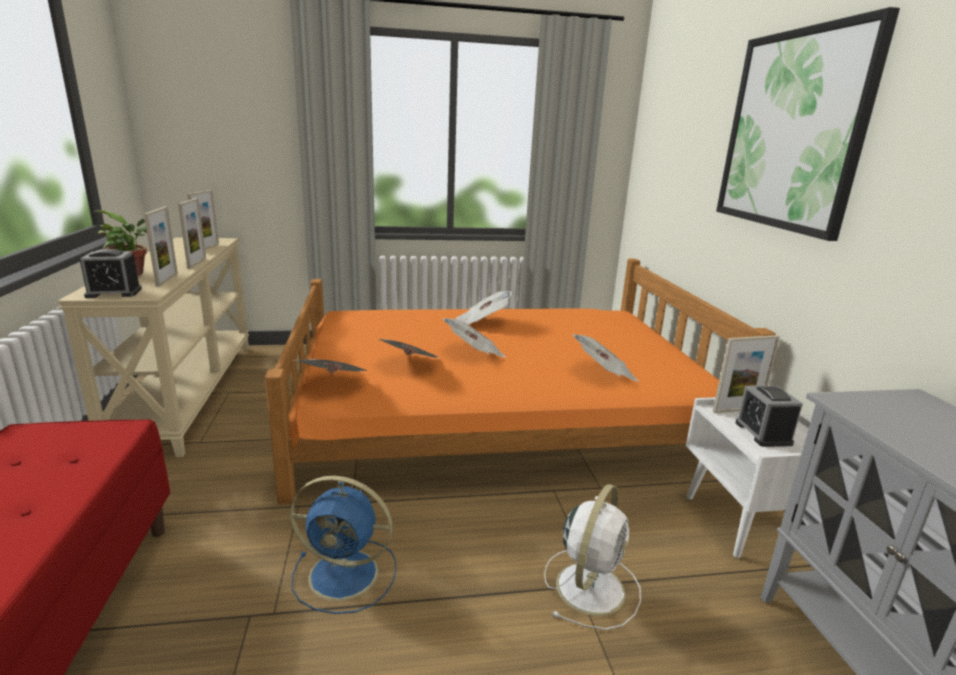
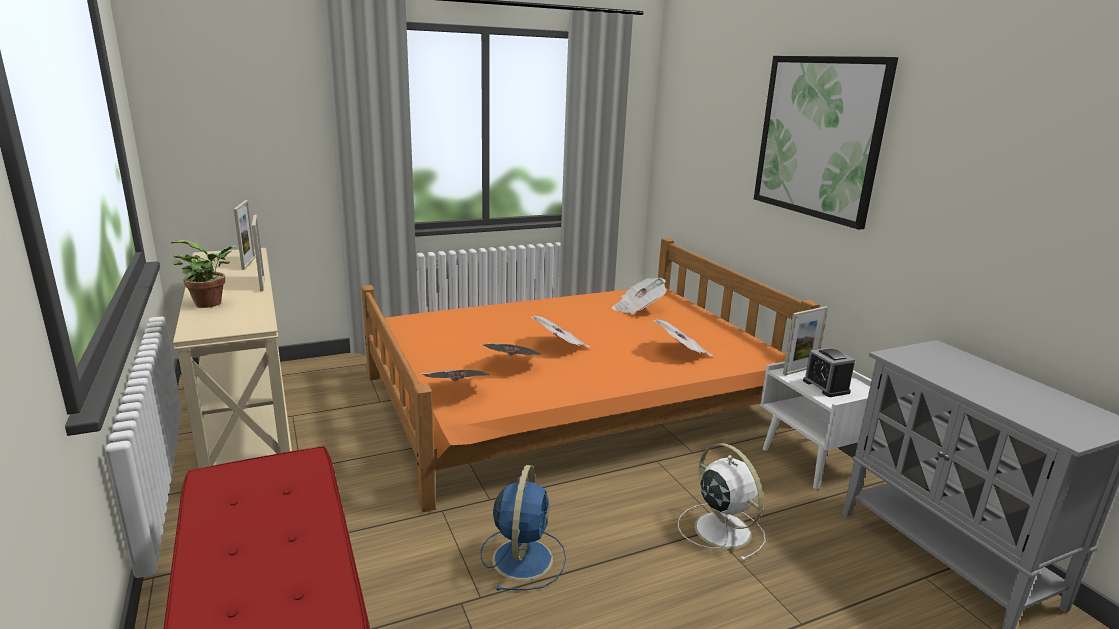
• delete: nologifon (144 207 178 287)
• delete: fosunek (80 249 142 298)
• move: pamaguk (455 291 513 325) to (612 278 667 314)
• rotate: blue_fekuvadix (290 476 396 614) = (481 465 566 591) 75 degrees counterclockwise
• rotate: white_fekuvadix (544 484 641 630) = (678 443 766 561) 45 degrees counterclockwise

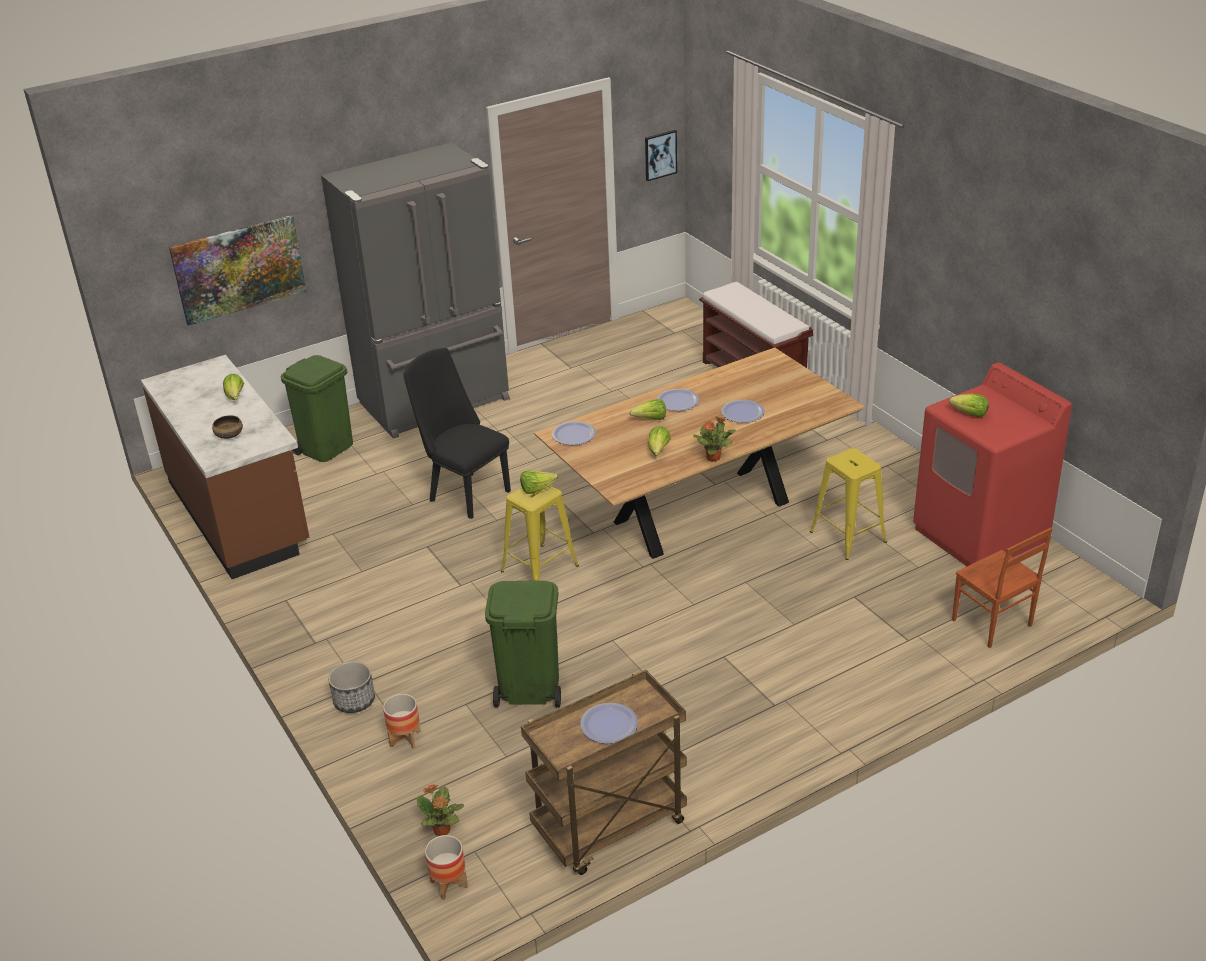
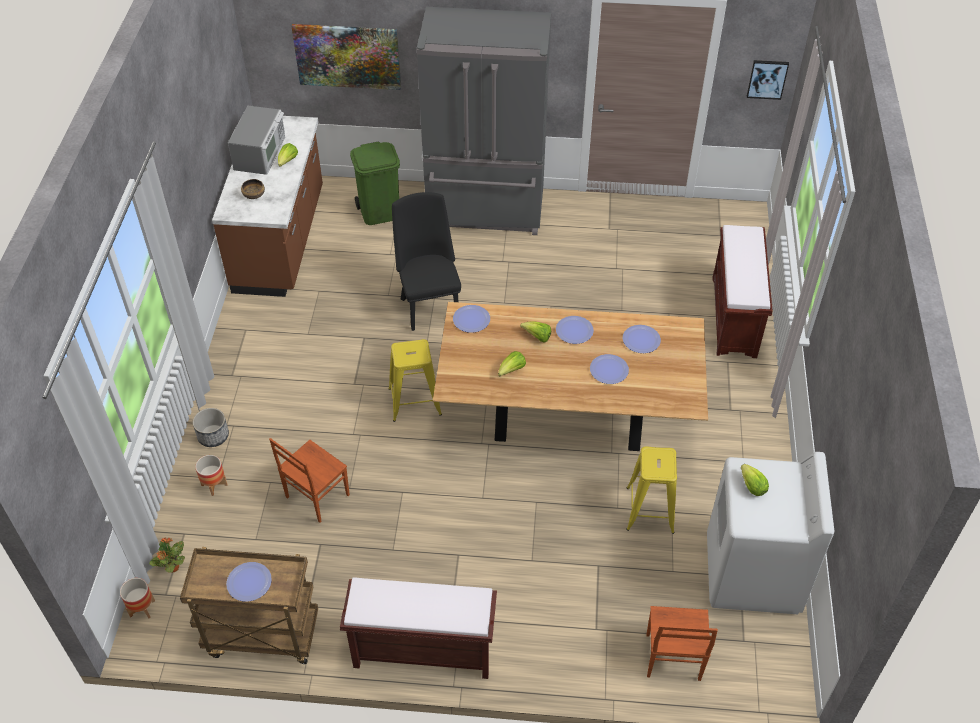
• recolor: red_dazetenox (913 363 1072 566) to white_dazetenox (707 452 834 614)
• delete: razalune (693 417 736 462)
• delete: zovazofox (520 470 558 494)
• replace: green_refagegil (485 581 561 707) to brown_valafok (269 438 350 523)
• insert: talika (228 106 285 175)
• insert: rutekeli (623 325 661 353)
• insert: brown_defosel (340 577 497 679)

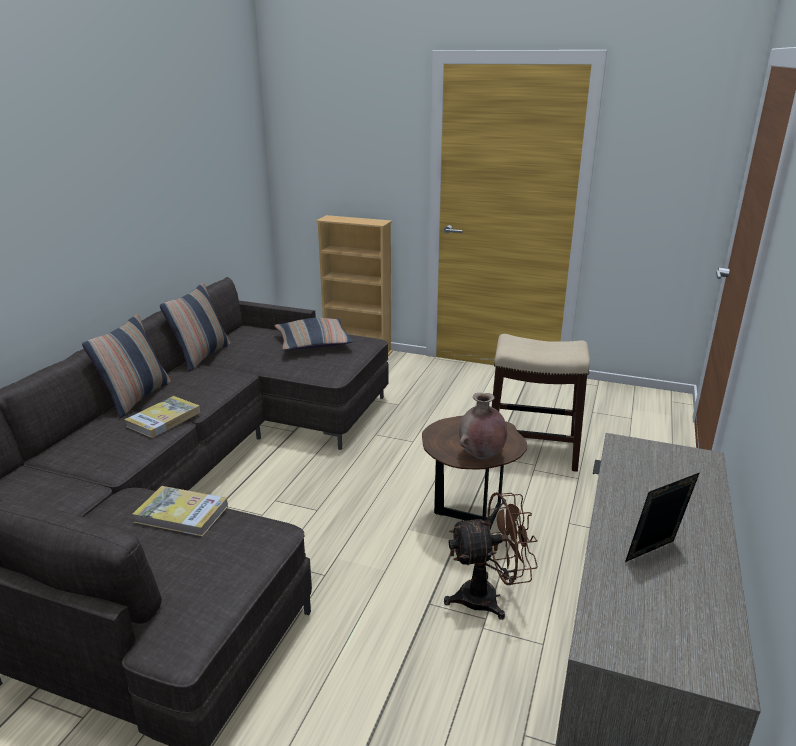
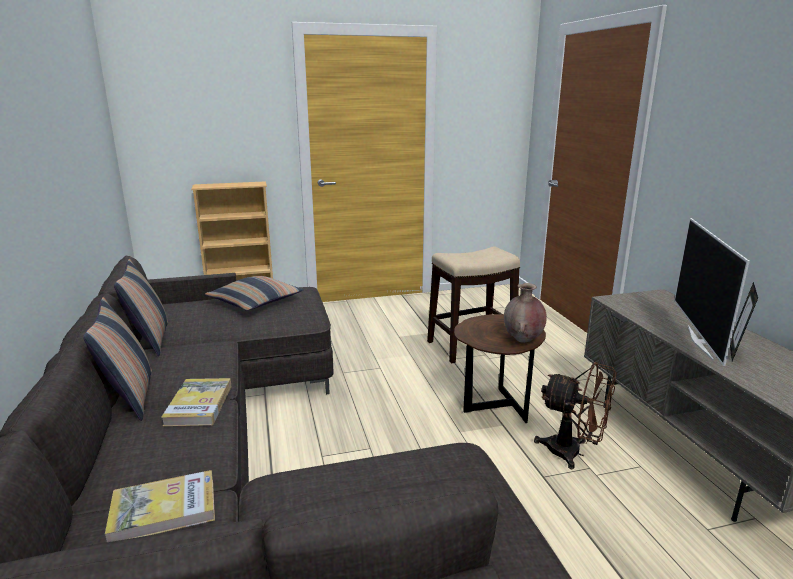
• move: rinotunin (132 486 228 537) to (105 470 215 542)
• rotate: brown_fekuvadix (444 492 538 620) = (534 362 616 469) 75 degrees clockwise
• insert: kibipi (674 218 750 366)

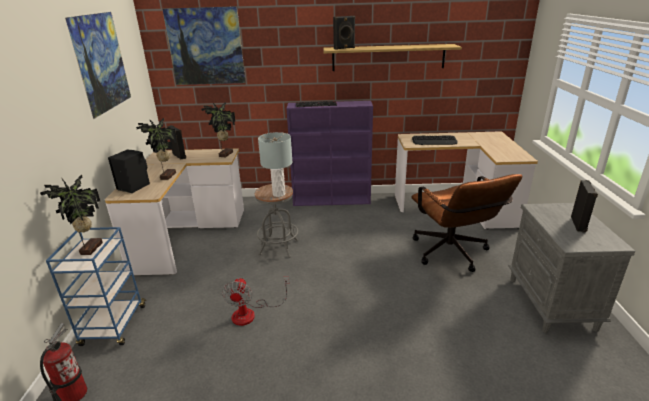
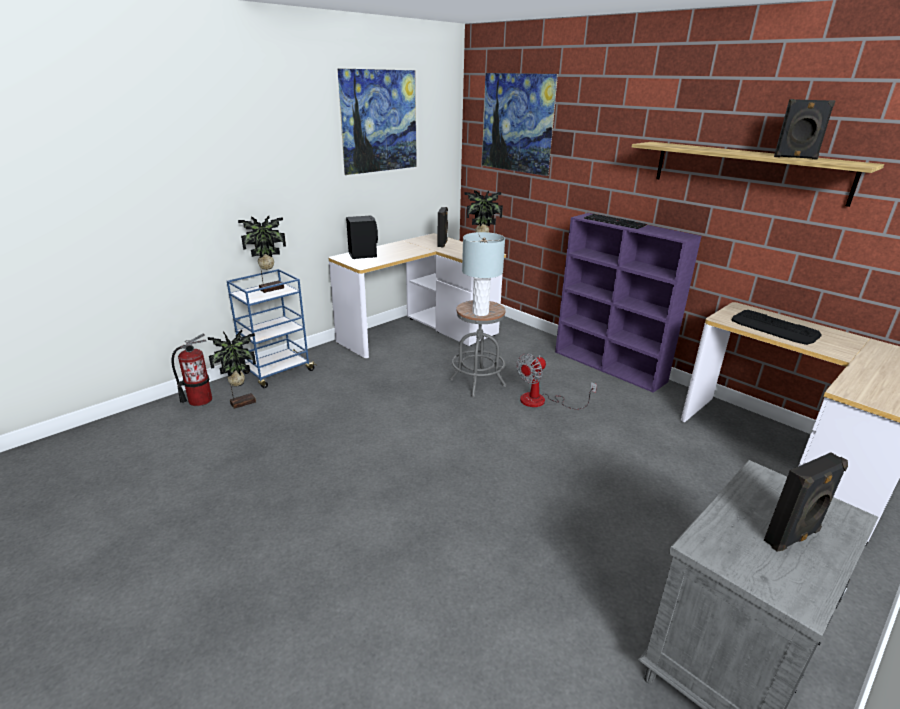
• move: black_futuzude (333 16 355 50) to (774 99 836 160)
• move: razalune (136 118 177 180) to (208 329 256 409)
• delete: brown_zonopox (411 174 522 272)
• move: fekuvadix (222 277 289 326) to (516 353 597 409)

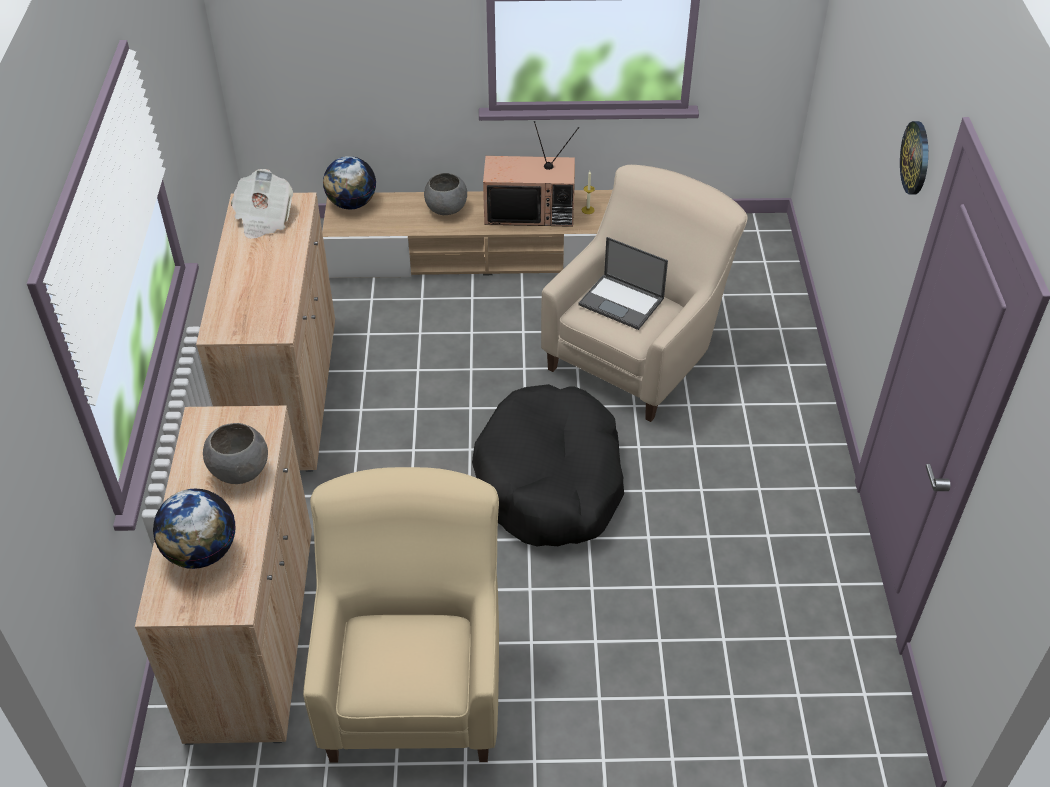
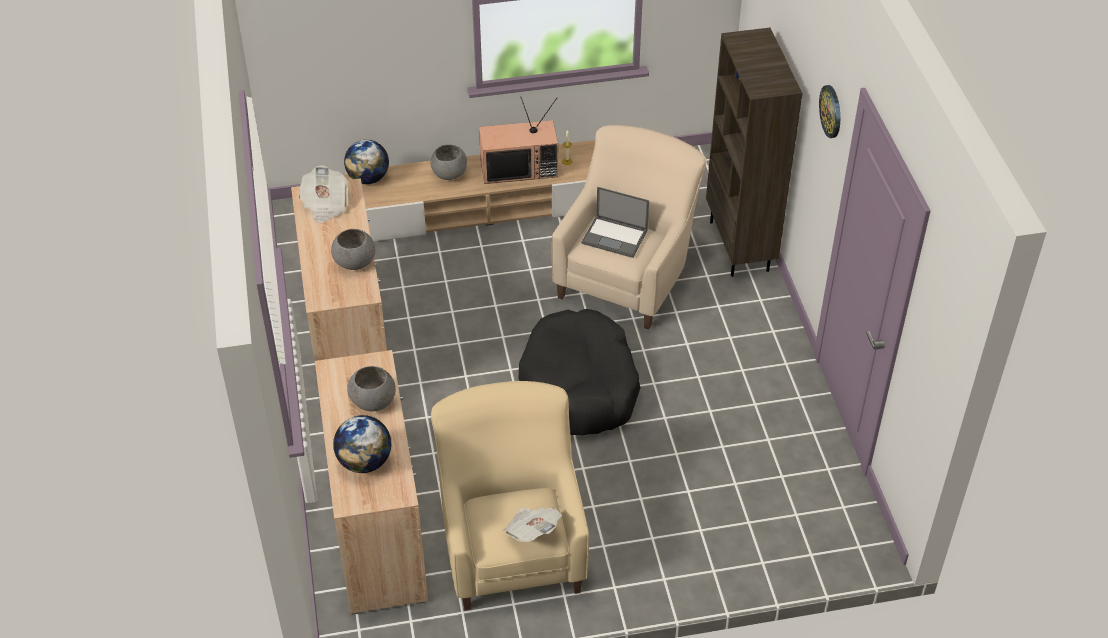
• insert: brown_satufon (706 28 803 277)
• insert: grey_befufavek (331 229 375 270)
• insert: pamaguk (503 507 562 542)

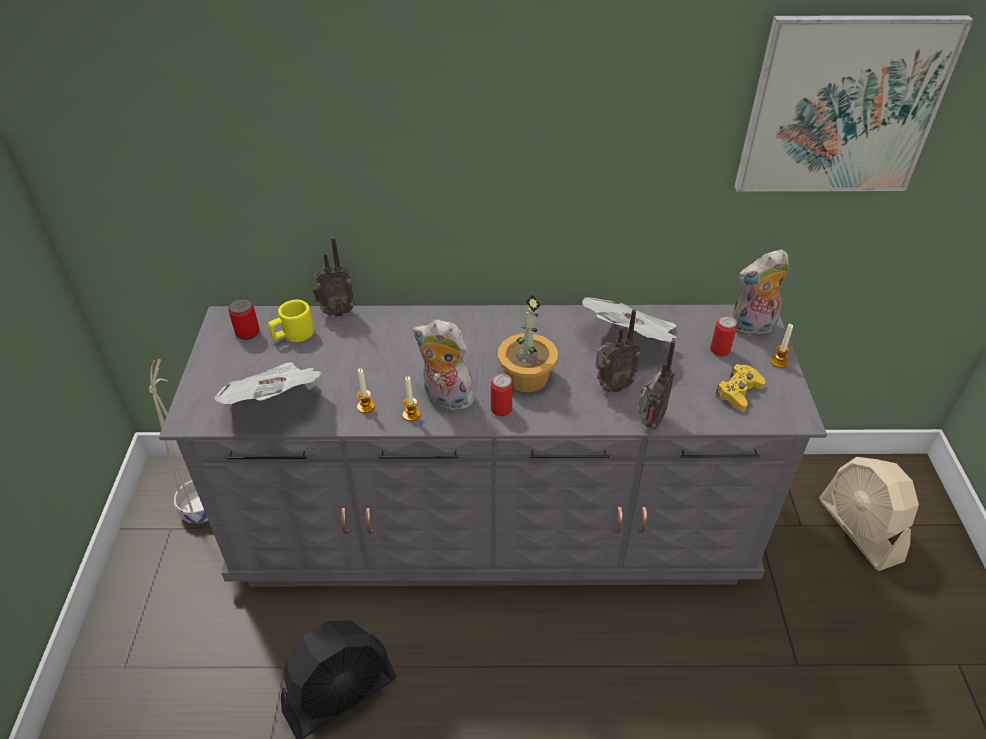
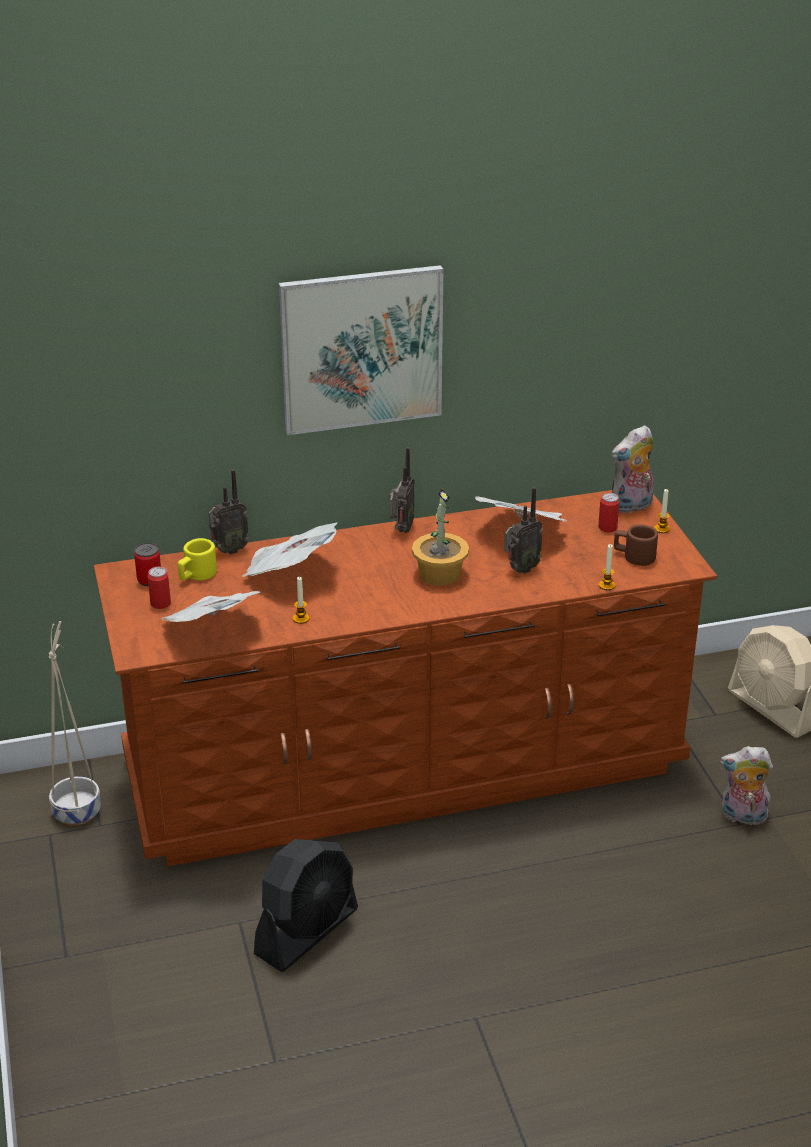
• move: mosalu (734 15 974 191) to (279 265 443 435)
• recolor: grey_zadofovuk (159 305 827 587) to brown_zadofovuk (94 490 717 867)
• move: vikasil (413 319 478 413) to (720 746 773 825)
• move: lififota (638 340 675 430) to (390 447 414 533)
• replace: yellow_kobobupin (716 364 765 412) to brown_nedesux (614 524 658 566)
• move: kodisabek (491 373 513 416) to (148 567 171 609)
• move: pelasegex (402 376 420 421) to (599 544 615 590)
• insert: pamaguk (242 523 337 577)

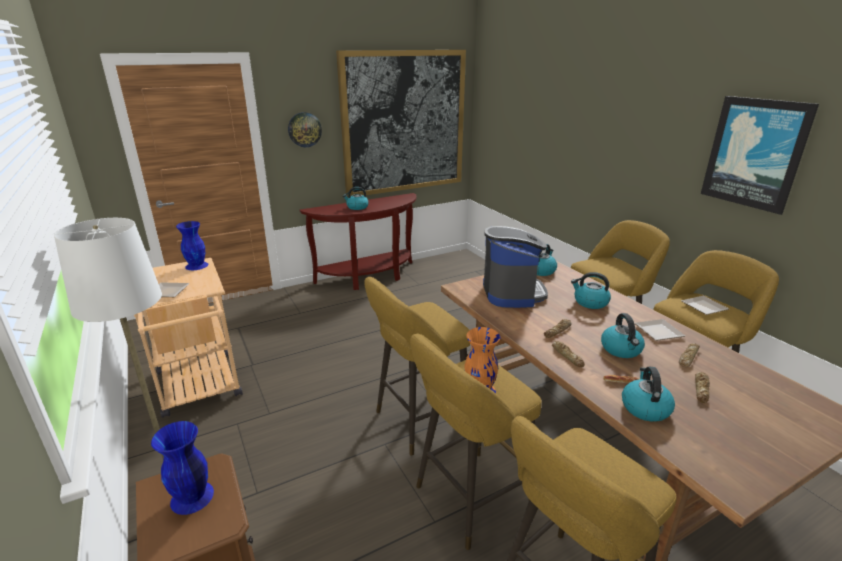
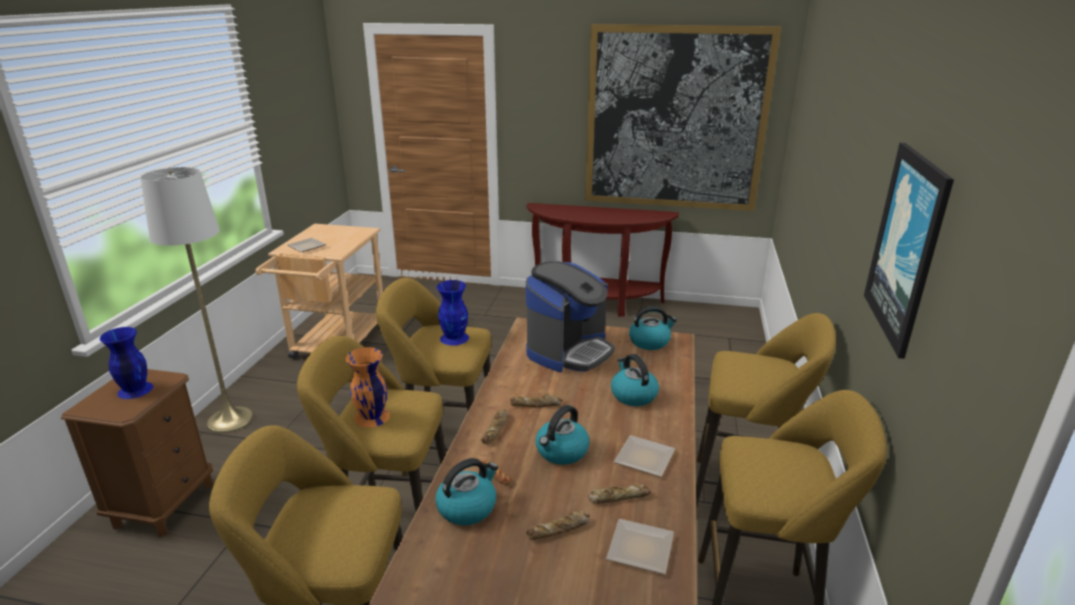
• delete: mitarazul (288 112 322 147)
• delete: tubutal (343 187 369 210)
• move: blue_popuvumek (176 221 209 270) to (437 280 469 345)
• move: rutekeli (681 296 729 315) to (606 519 674 574)

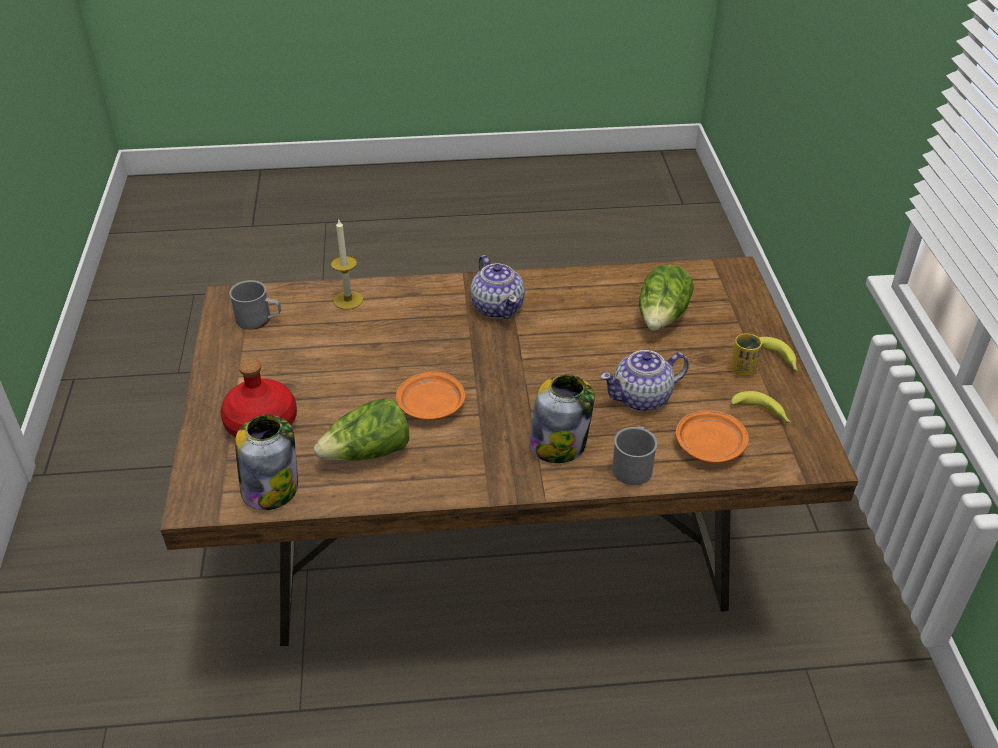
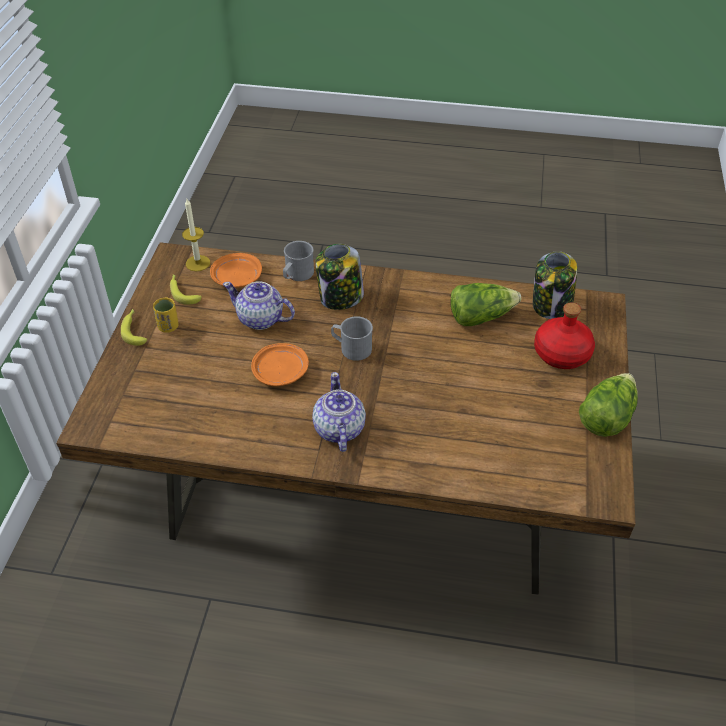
• move: pelasegex (331 218 363 309) to (182 199 210 271)
• move: zovazofox (639 264 694 331) to (579 373 638 437)
• move: grey_nedesux (229 280 281 330) to (331 316 373 361)
• rotate: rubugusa (600 350 689 411) = (223 281 295 330) 150 degrees counterclockwise
• move: orange_rutekeli (396 372 465 420) to (251 343 309 386)

